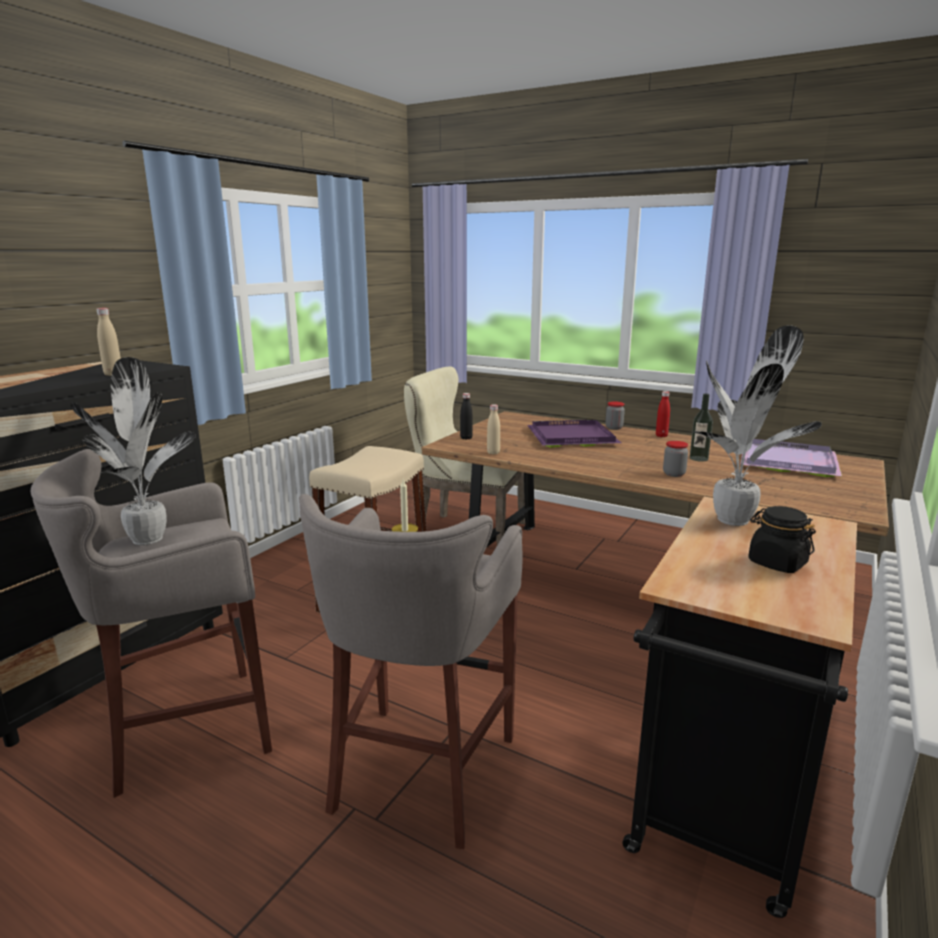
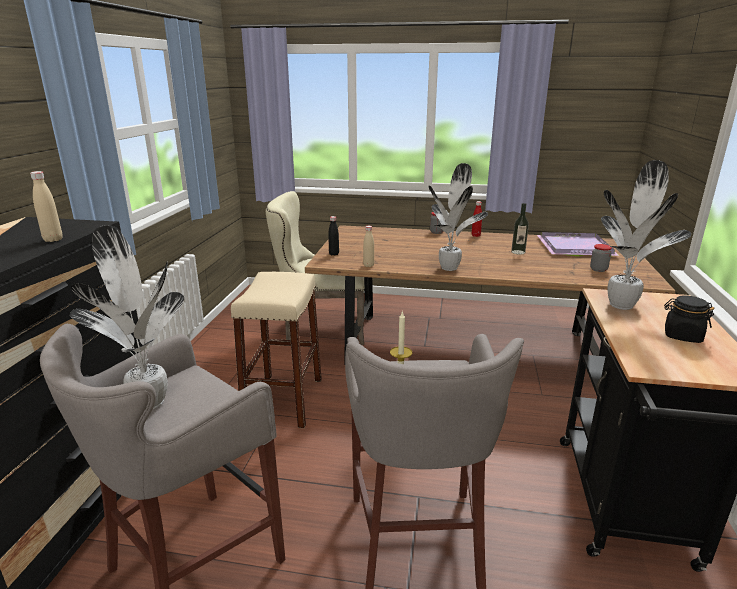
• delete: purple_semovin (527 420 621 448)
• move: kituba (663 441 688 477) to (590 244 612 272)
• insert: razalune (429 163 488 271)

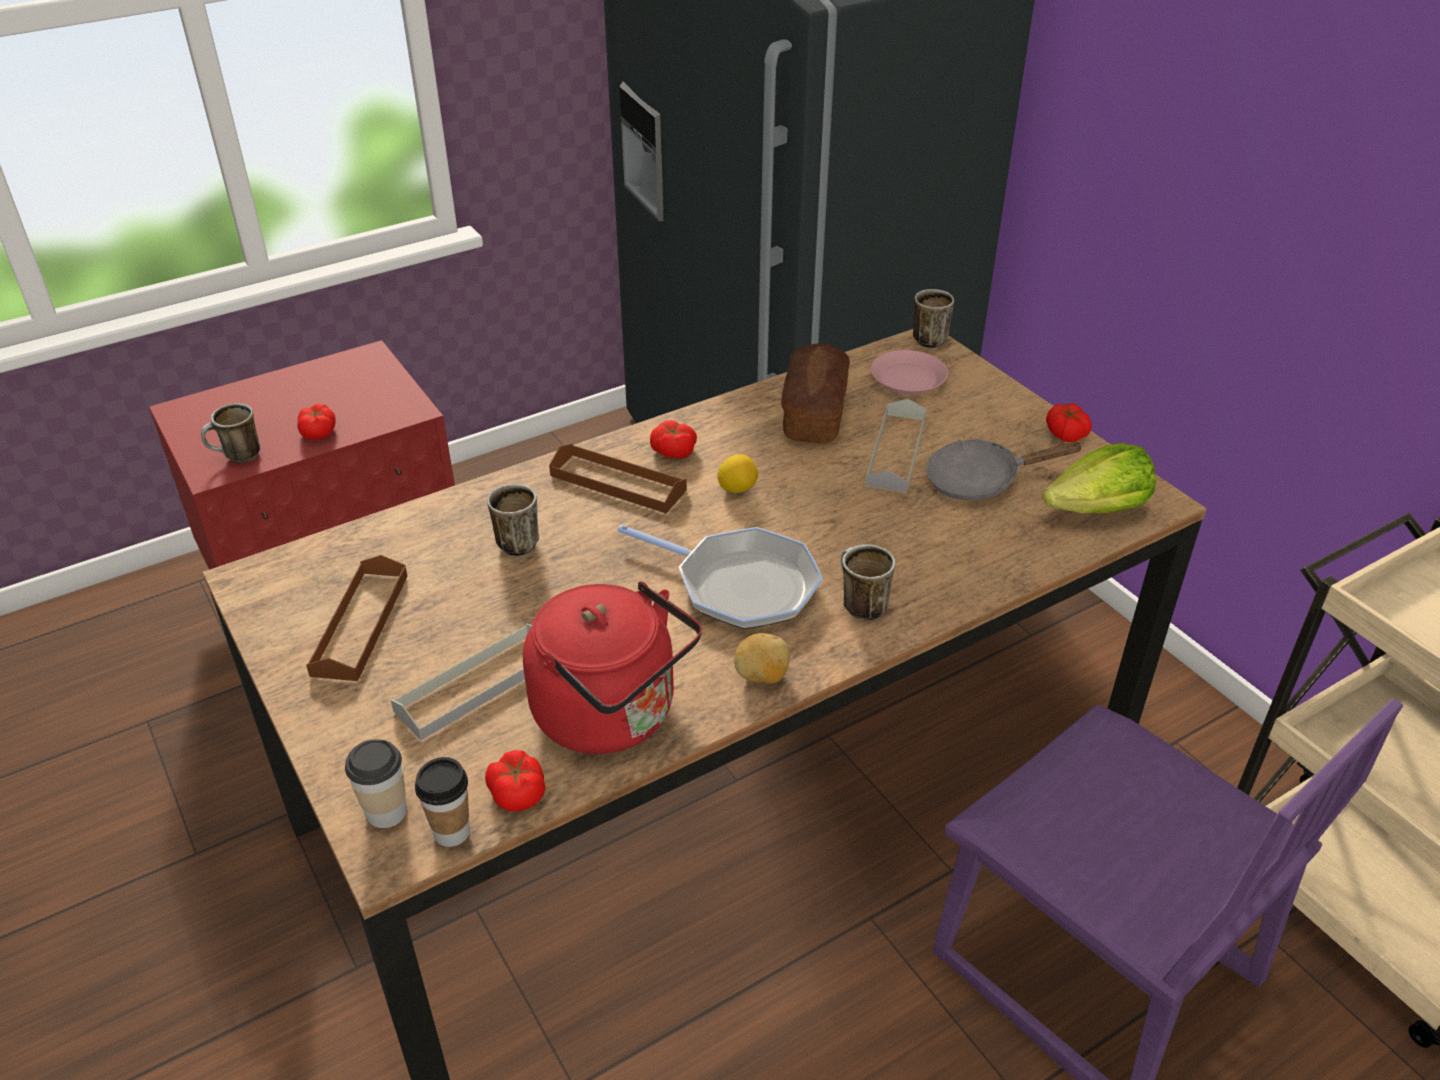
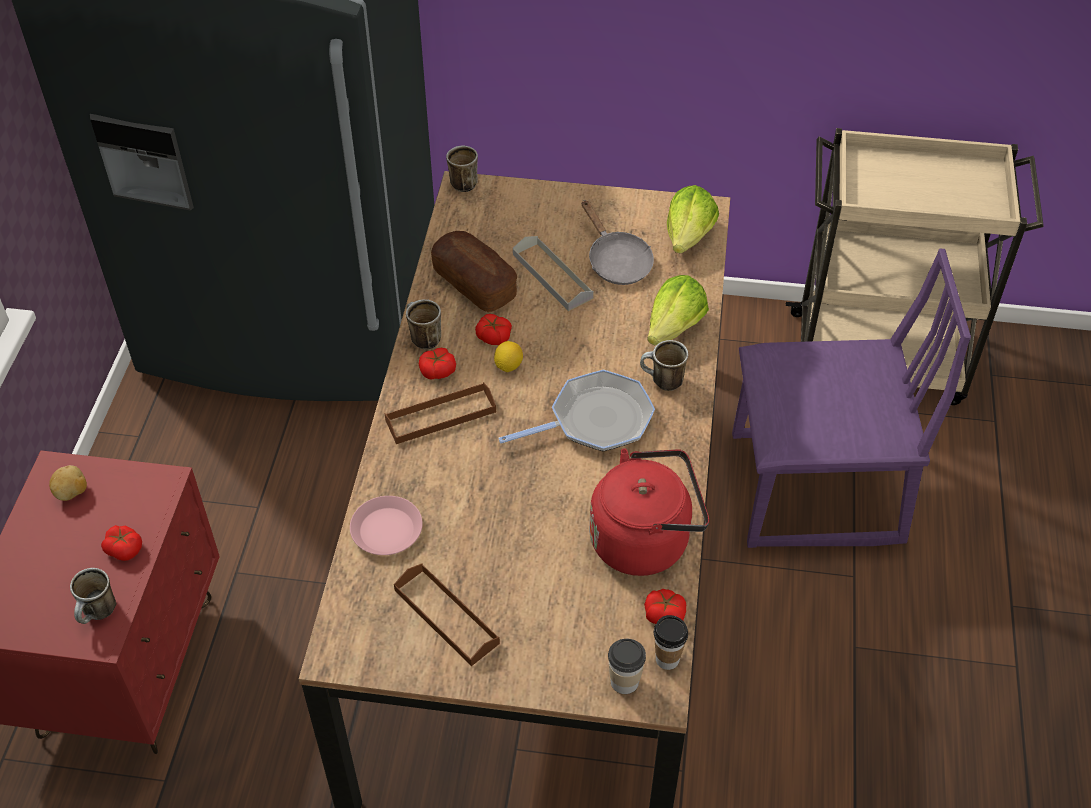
• move: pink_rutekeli (871 350 948 394) to (350 496 423 555)
• move: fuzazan (1046 403 1092 442) to (475 314 512 345)
• rotate: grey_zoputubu (926 440 1083 501) = (582 200 654 285) 60 degrees counterclockwise
• move: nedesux (487 484 539 556) to (406 299 441 350)
• delete: grey_semovin (391 624 532 740)
• move: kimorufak (734 633 790 684) to (49 465 87 501)
• insert: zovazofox (647 275 709 345)

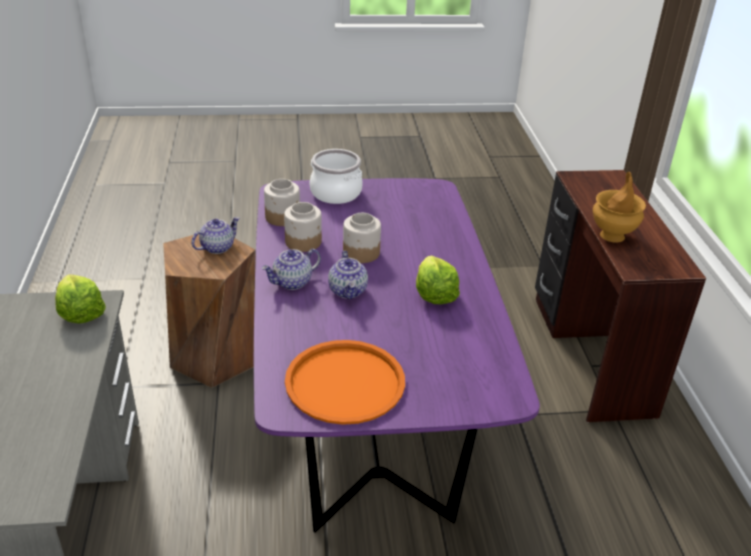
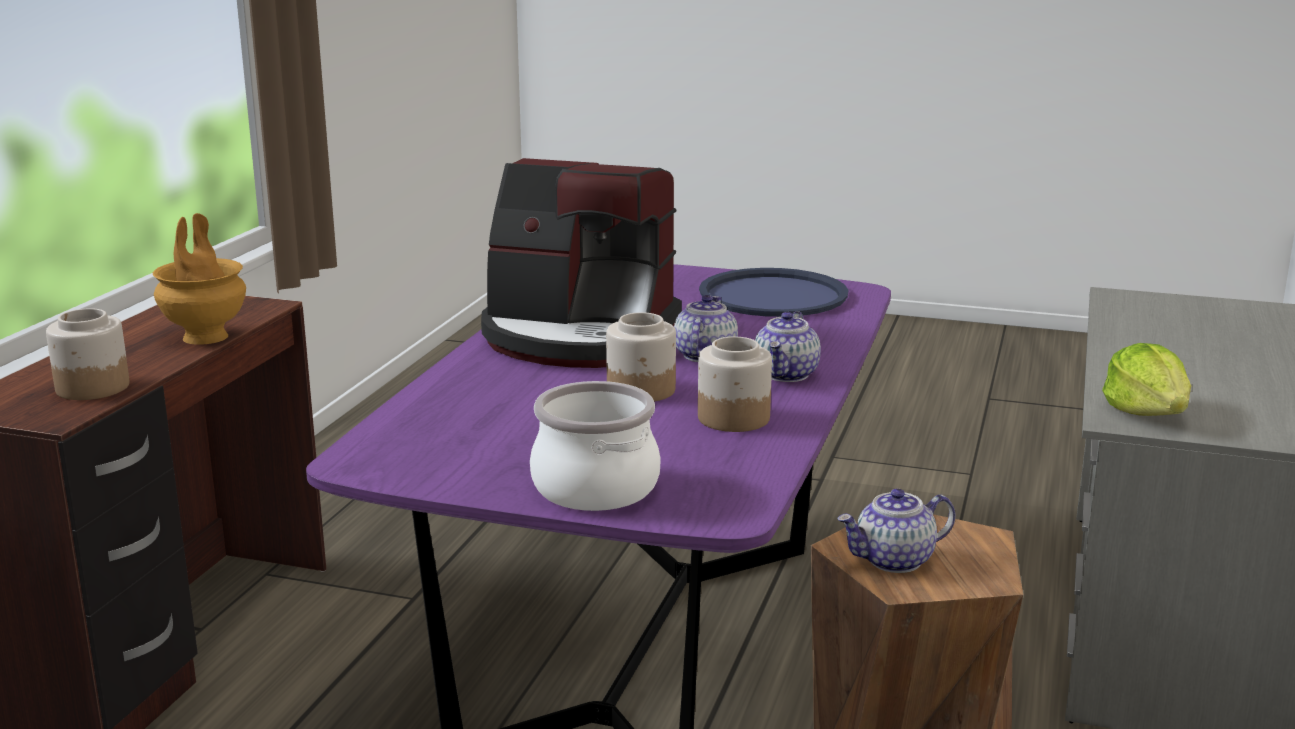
• move: kituba (264 179 300 226) to (46 308 129 400)
• rotate: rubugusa (262 249 321 290) = (755 311 821 382) 120 degrees clockwise
• replace: zovazofox (416 256 460 304) to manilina (481 158 682 368)
• recolor: orange_semovin (285 340 405 425) to blue_semovin (699 268 848 317)

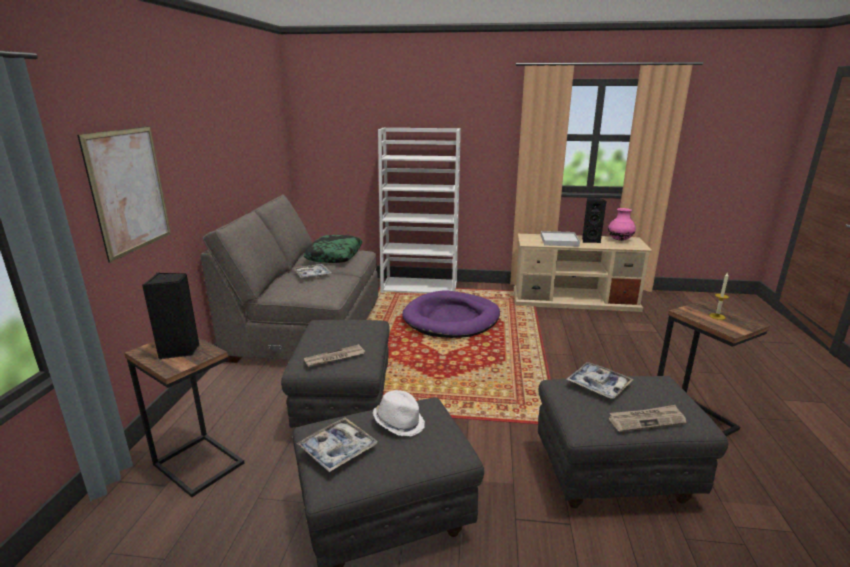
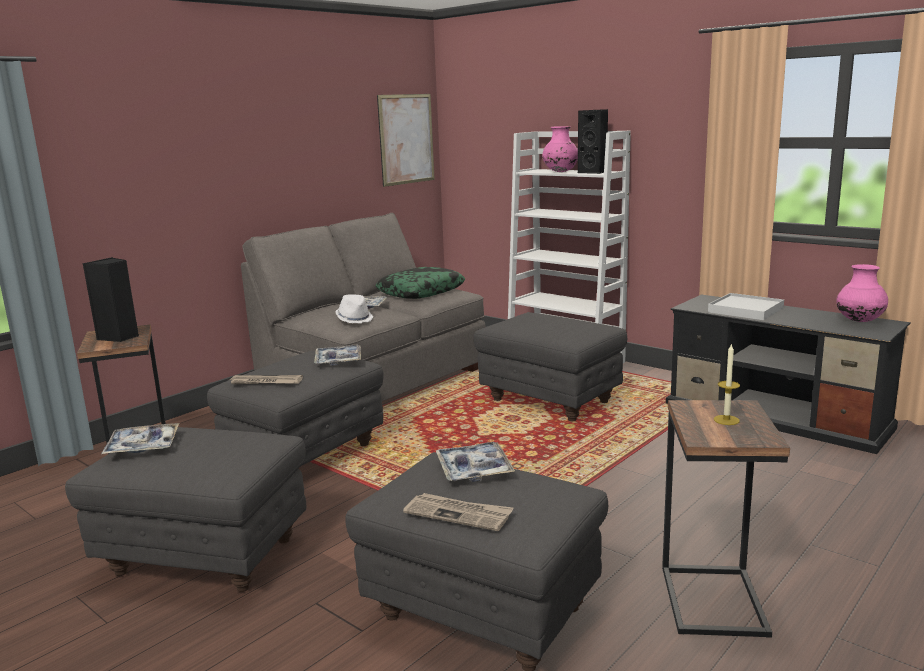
• move: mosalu (77 126 171 262) to (377 94 435 187)
• move: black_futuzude (582 197 606 243) to (578 109 608 174)
• recolor: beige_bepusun (514 234 652 312) to black_bepusun (666 294 911 454)
• replace: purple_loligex (402 290 500 338) to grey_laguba (474 312 627 421)
• move: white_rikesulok (373 390 425 436) to (335 294 374 323)
• insert: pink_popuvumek (542 126 578 172)
• insert: semovin (314 345 361 366)

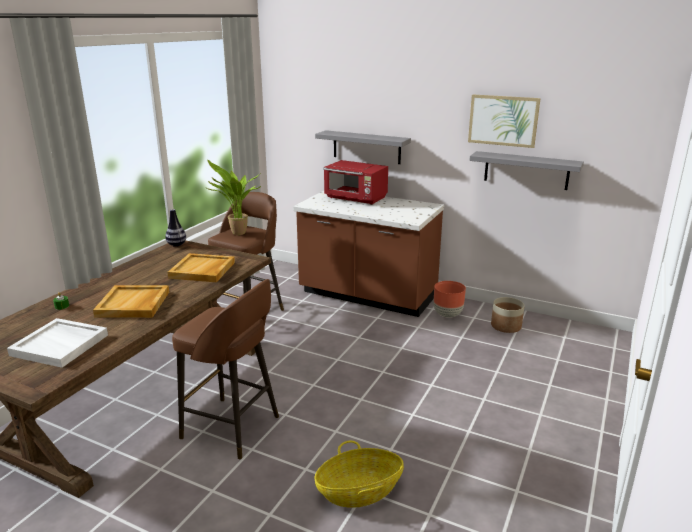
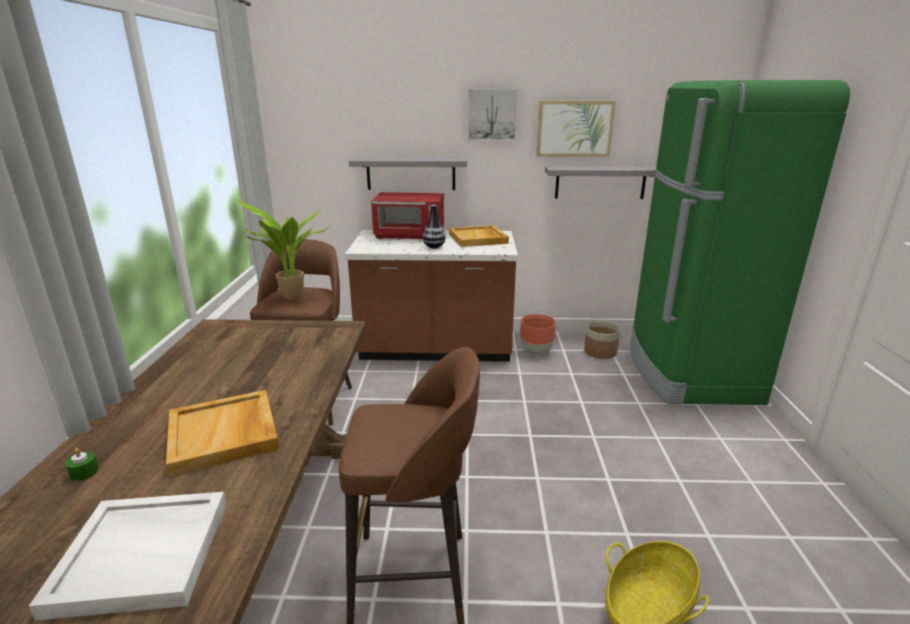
• move: popuvumek (165 209 186 247) to (423 205 446 249)
• move: beige_semovin (167 253 235 282) to (449 225 509 247)
• insert: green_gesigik (630 80 850 405)
• insert: mosalu (468 89 518 141)

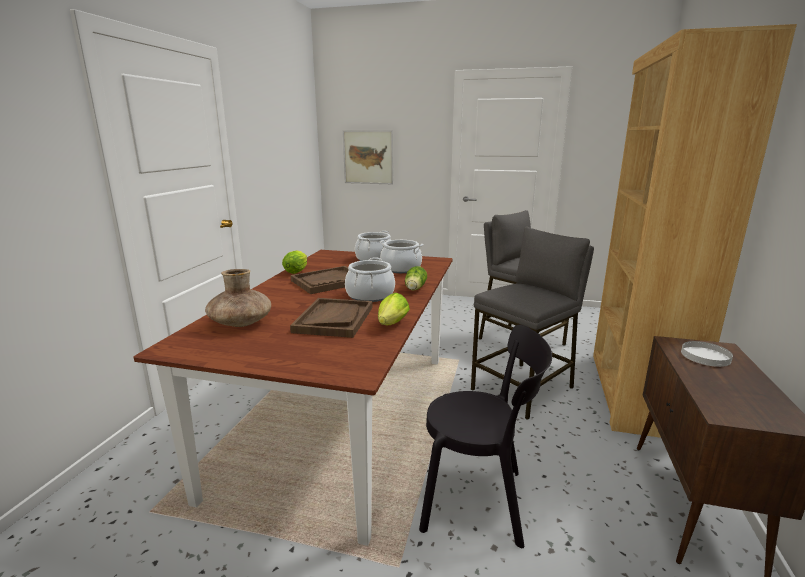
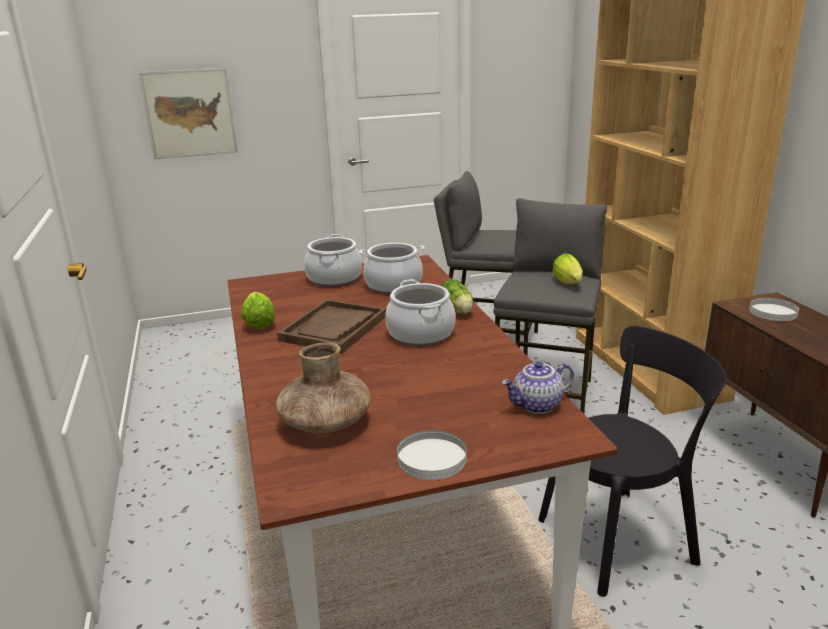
• move: zovazofox (378 293 410 325) to (552 253 583 284)
• delete: brown_semovin (290 298 373 338)
• insert: rubugusa (502 362 574 414)
• insert: white_rutekeli (397 430 467 480)

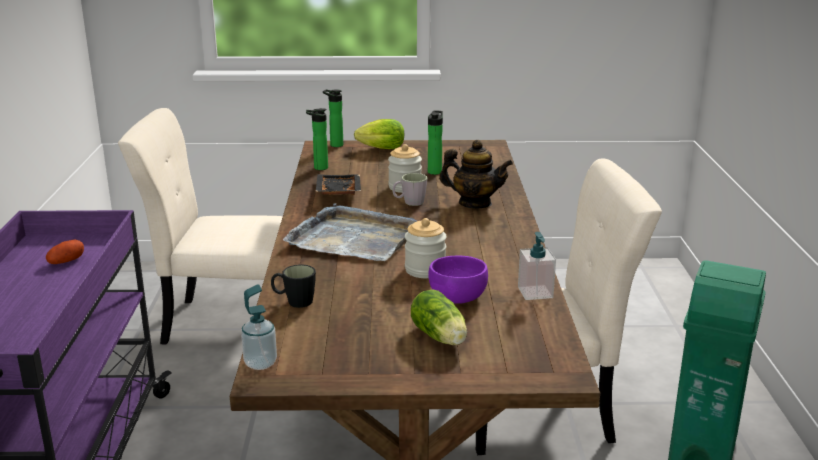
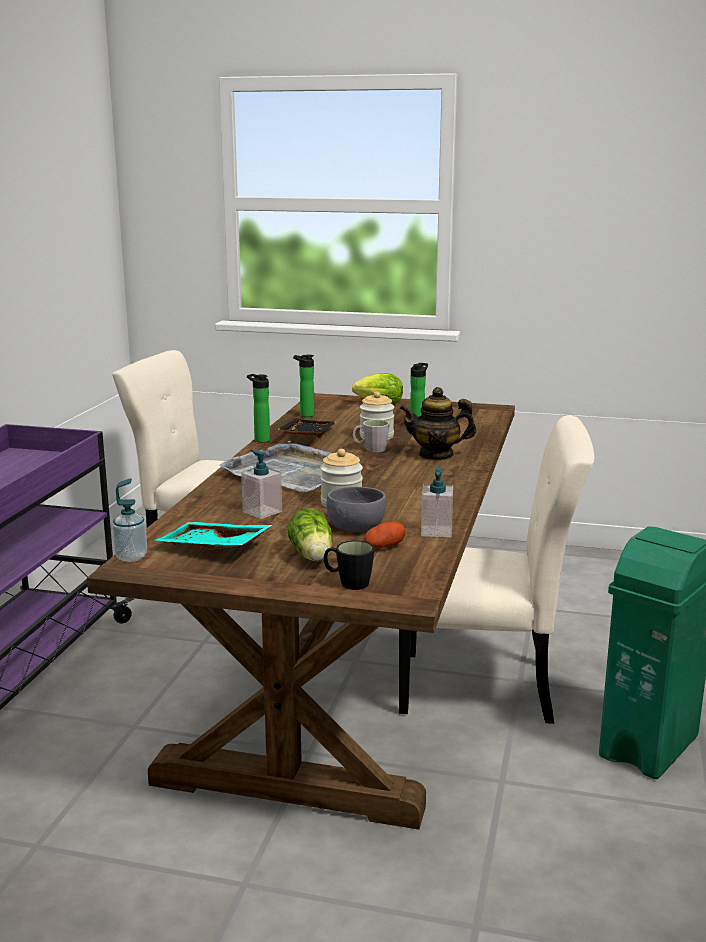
• move: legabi (323 89 343 147) to (247 374 270 442)
• rotate: rubugusa (439 140 513 208) = (399 387 476 461) 150 degrees clockwise
• move: kimorufak (46 239 84 264) to (363 522 405 548)
• recolor: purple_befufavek (428 256 488 304) to grey_befufavek (327 487 386 532)
• move: black_nedesux (271 264 316 308) to (324 540 375 590)
• insert: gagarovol (241 449 282 519)
• insert: turquoise_semovin (155 522 272 549)

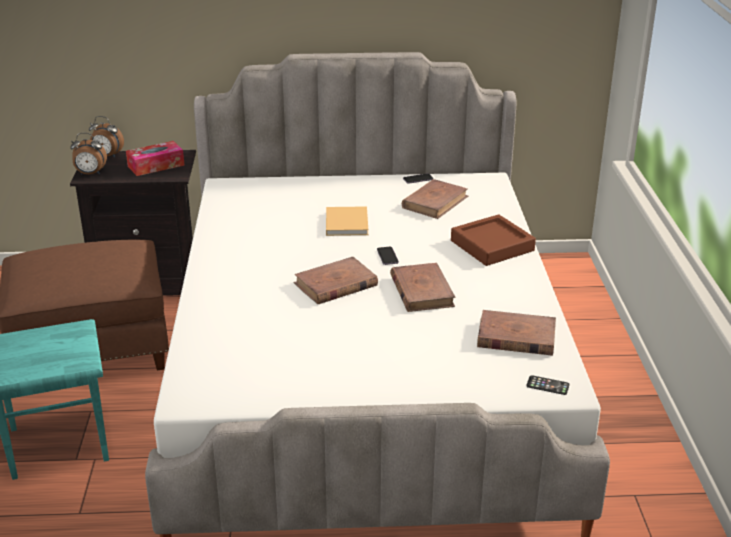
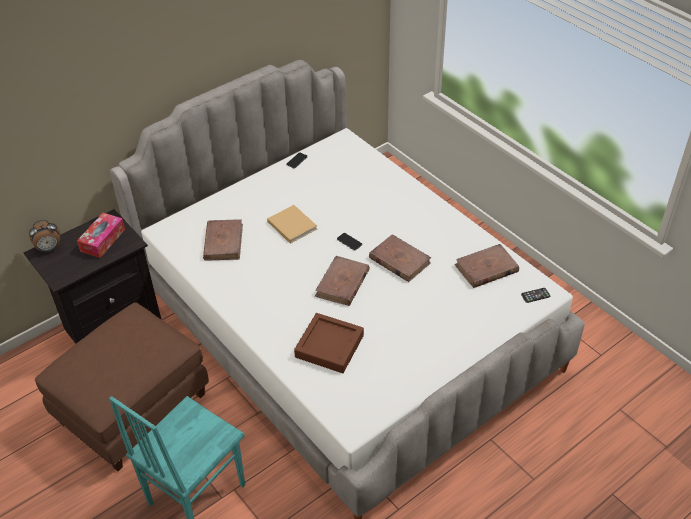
• delete: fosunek (70 133 107 175)
• move: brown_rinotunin (402 179 468 219) to (203 220 243 261)
• move: brown_semovin (451 214 536 266) to (294 313 364 373)

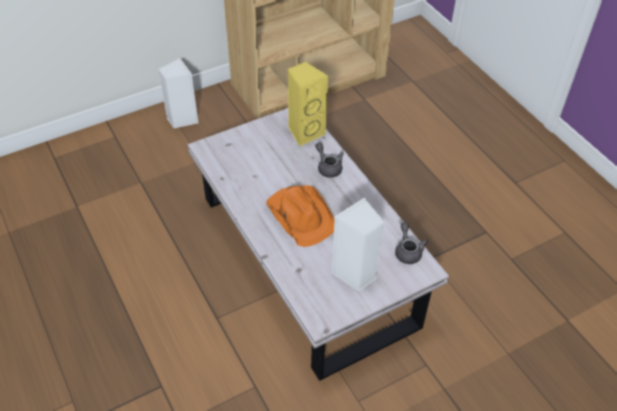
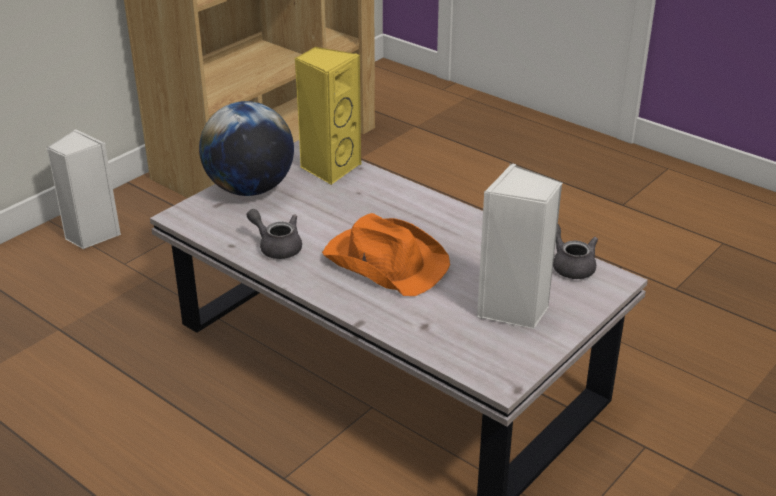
• move: grey_rubugusa (315 142 344 178) to (246 209 302 259)
• insert: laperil (199 101 294 196)

